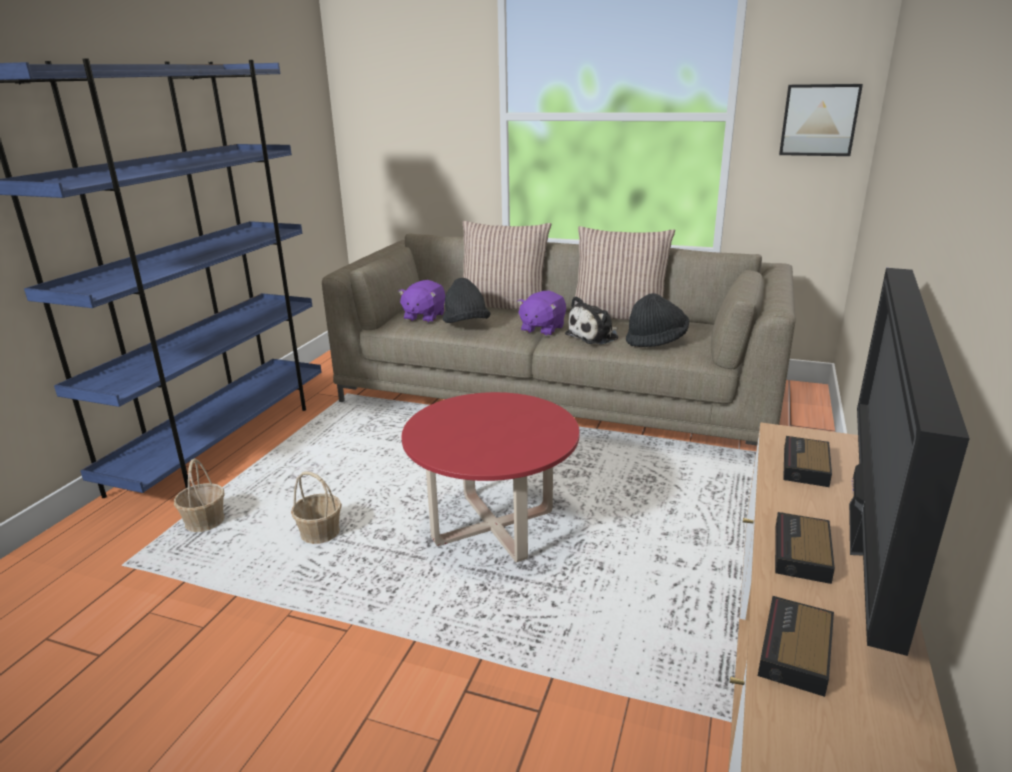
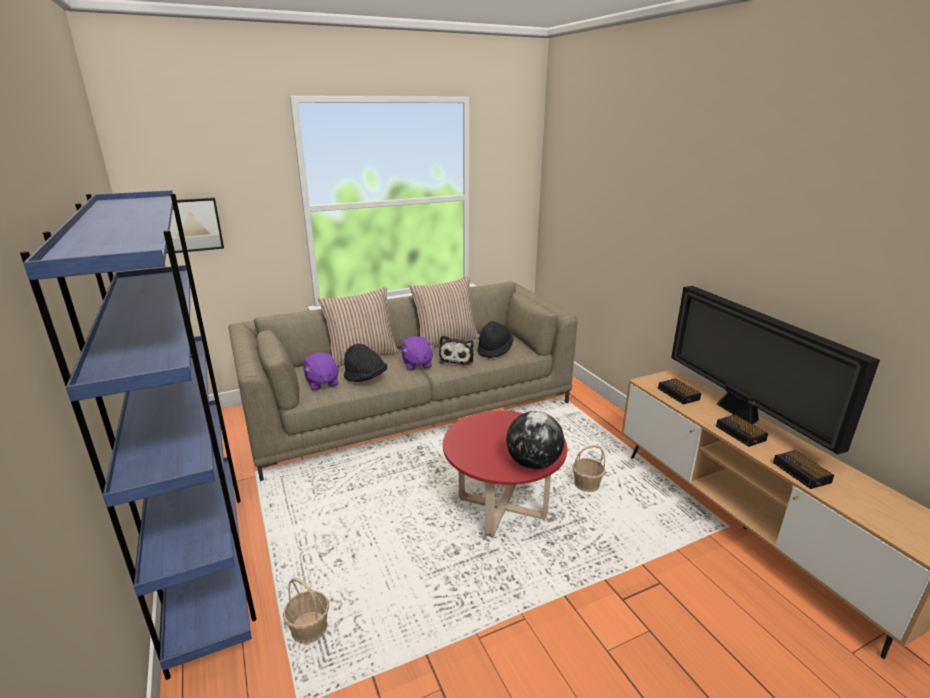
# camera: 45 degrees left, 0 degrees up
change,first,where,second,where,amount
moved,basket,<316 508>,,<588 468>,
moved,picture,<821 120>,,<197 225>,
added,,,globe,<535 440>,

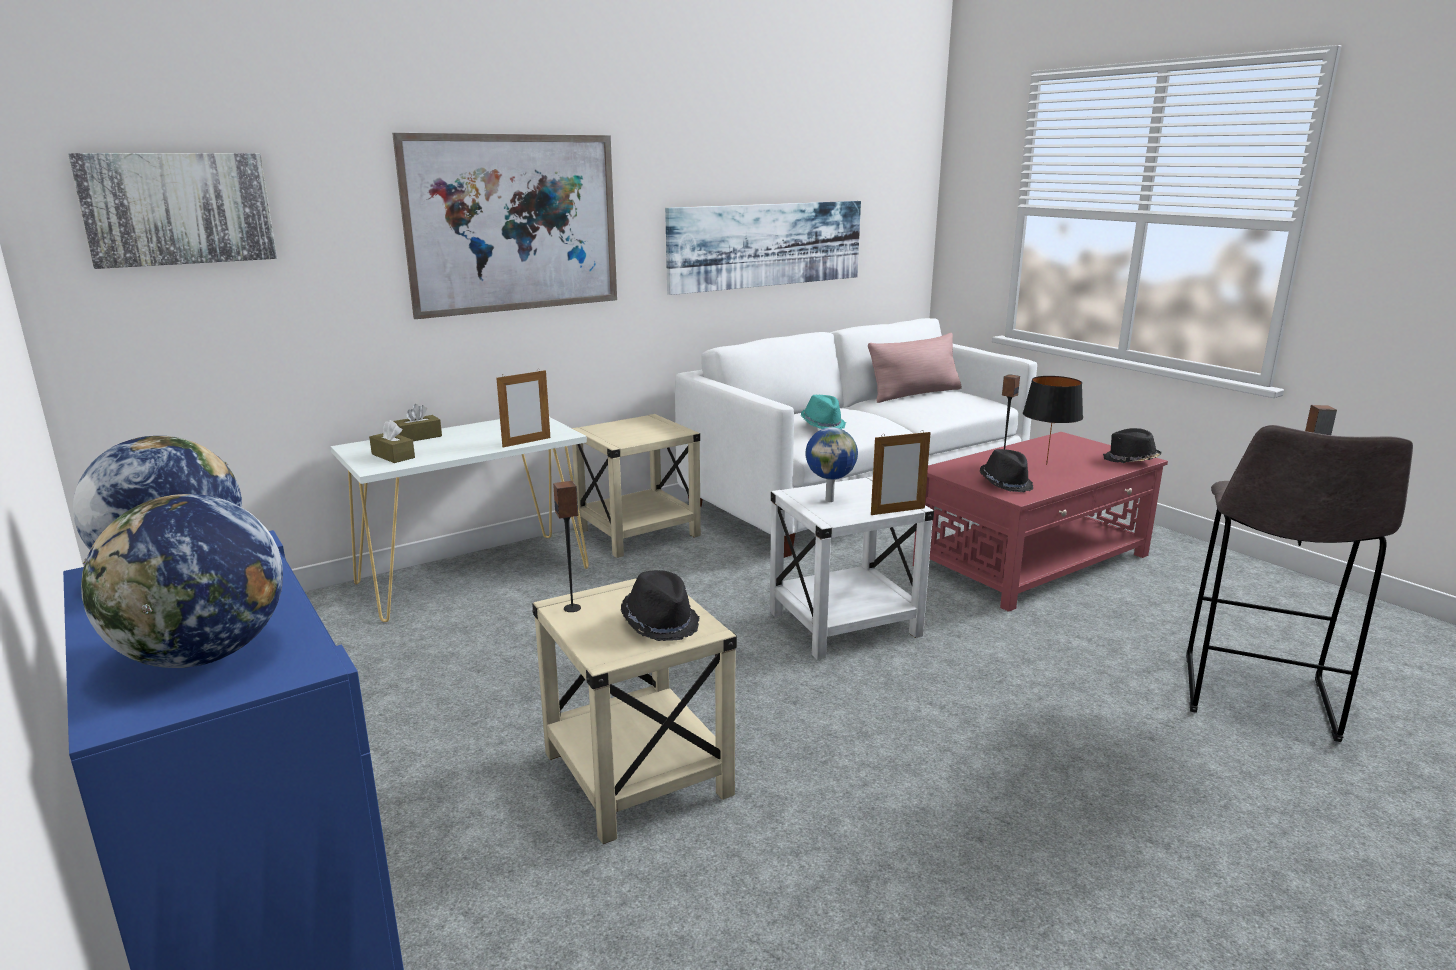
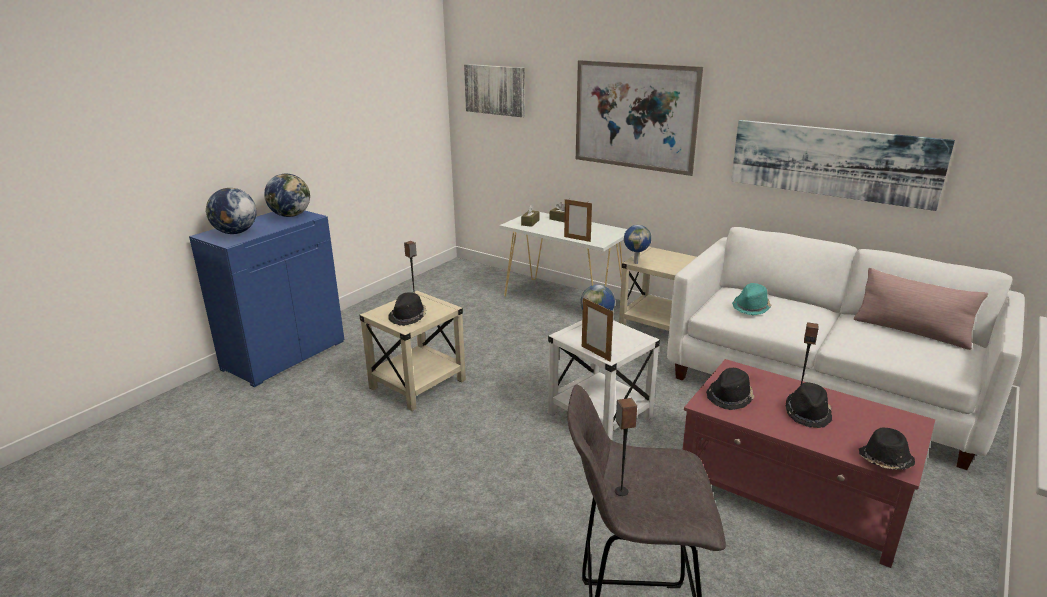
# camera: 70 degrees right, 5 degrees up
change,first,where,second,where,amount
replaced,black table lamp,<1053 420>,black hat,<809 405>,
added,,,globe,<637 244>,

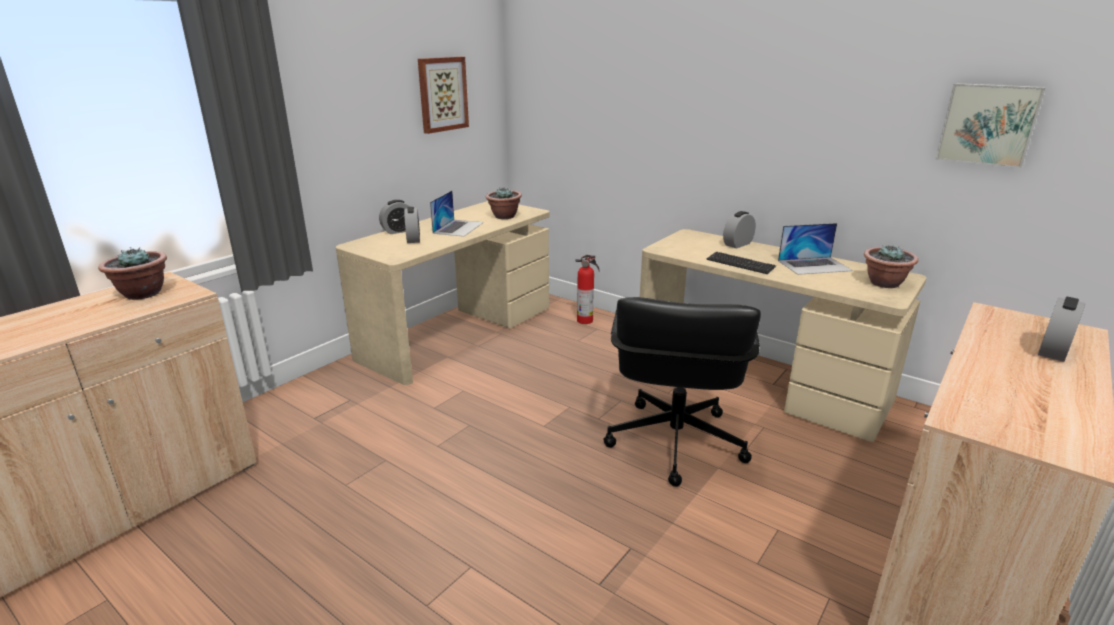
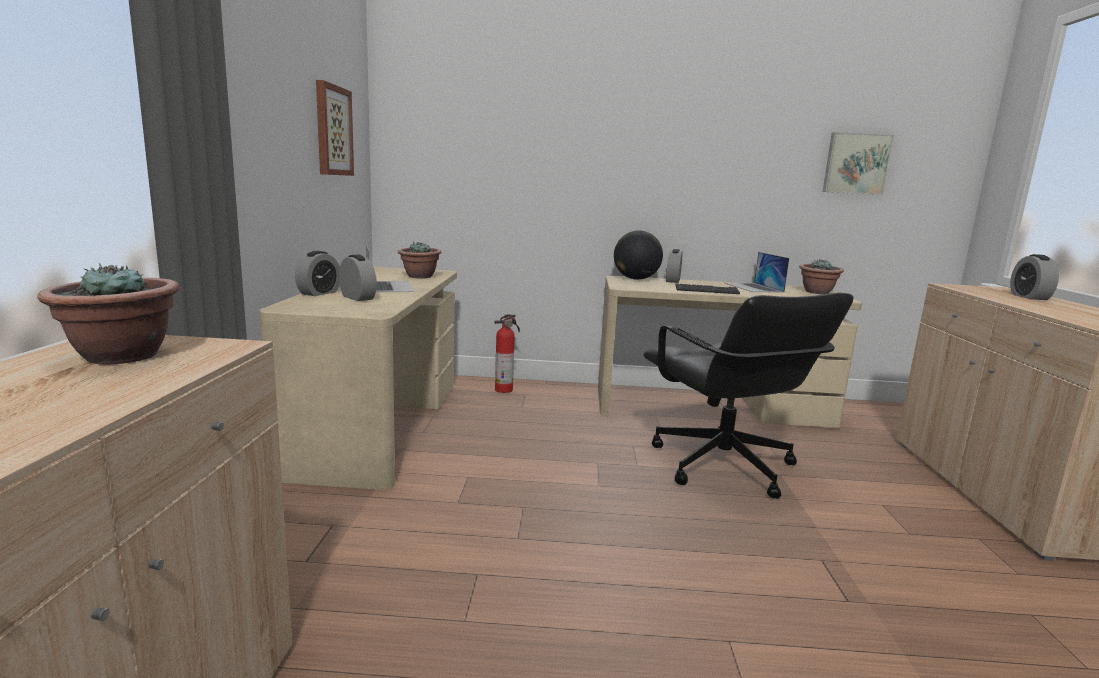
# camera: 35 degrees left, 10 degrees down
change,first,where,second,where,amount
turned,laptop,<815 249>,,<757 272>,120 degrees clockwise
added,,,globe,<638 255>,

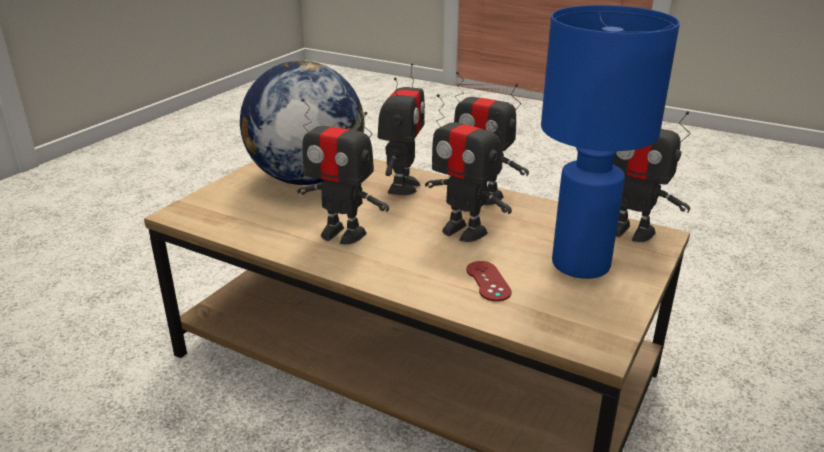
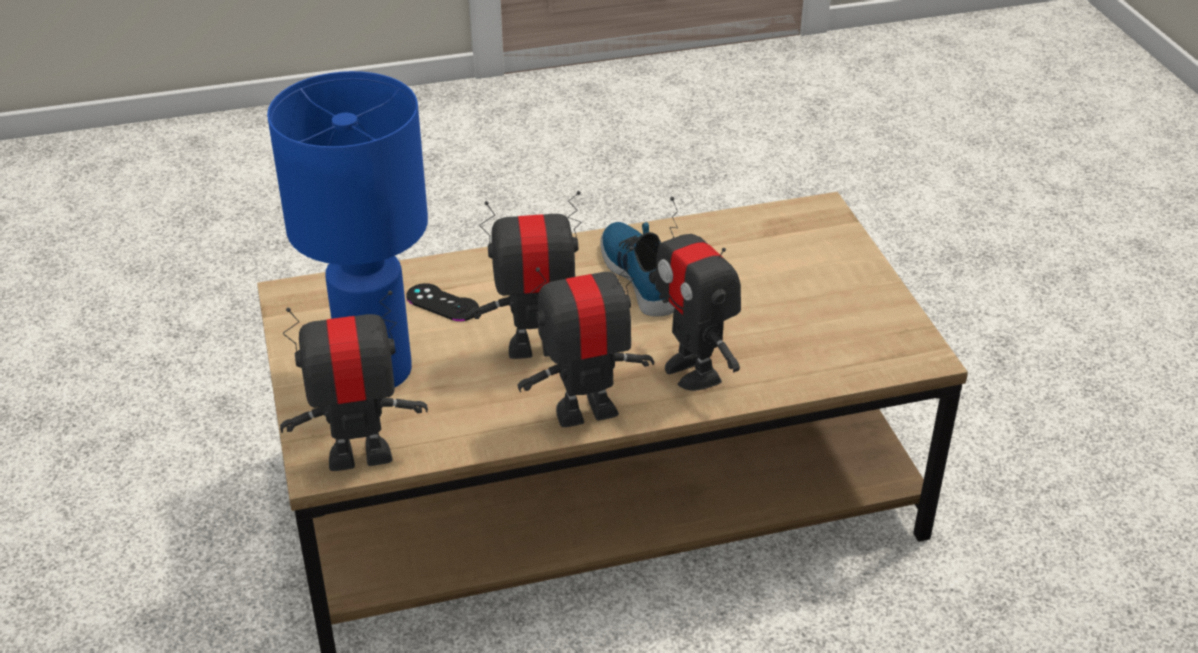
# camera: 135 degrees right, 10 degrees up
change,first,where,second,where,amount
removed,globe,<302 123>,,,
replaced,toy robot,<343 171>,shoe,<637 269>,
recoloured,red game controller,<489 281>,black game controller,<442 302>,

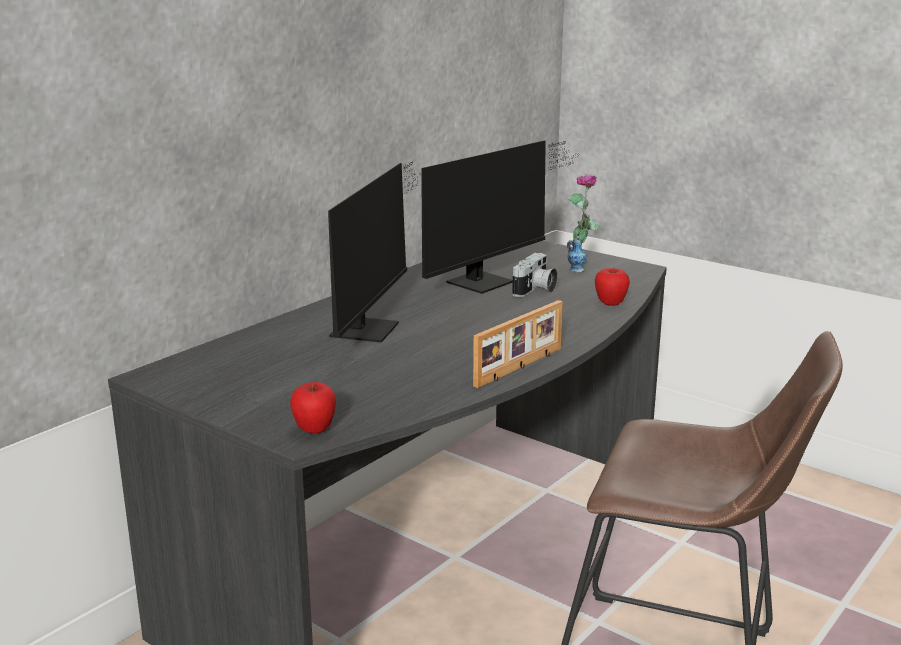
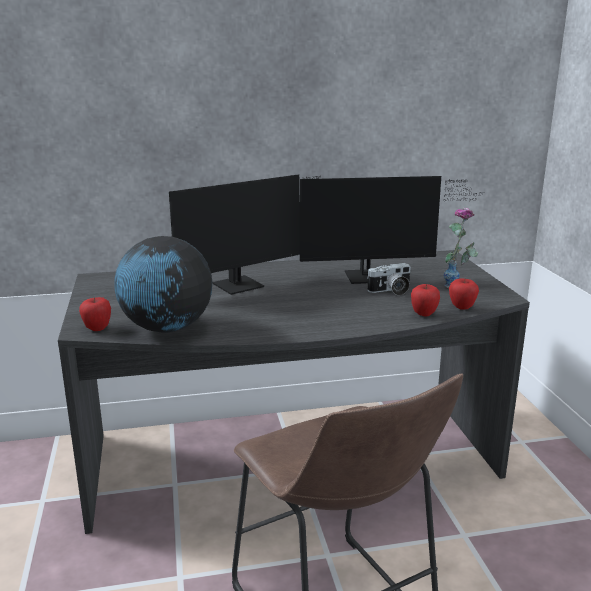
# camera: 40 degrees right, 0 degrees up
change,first,where,second,where,amount
removed,picture frame,<518 344>,,,
added,,,globe,<163 284>,
added,,,apple,<464 294>,

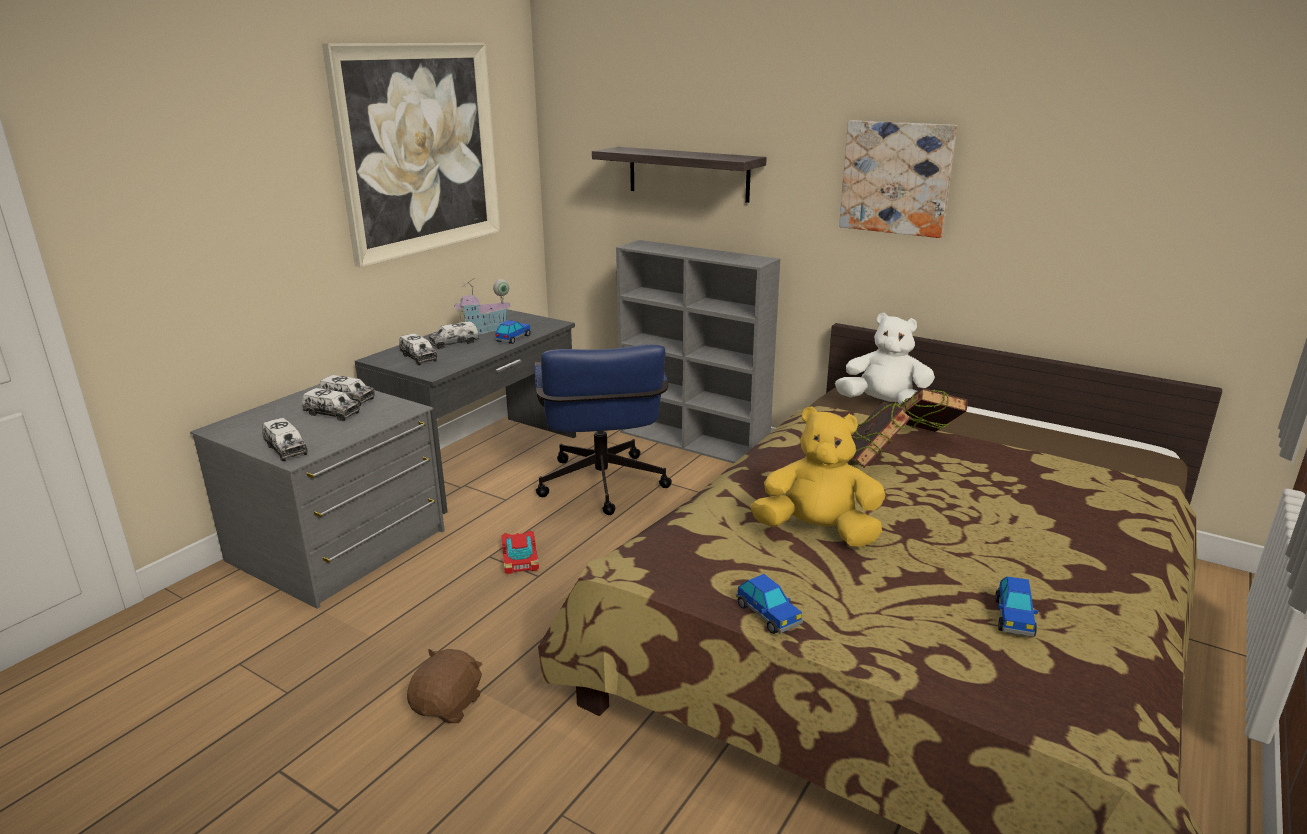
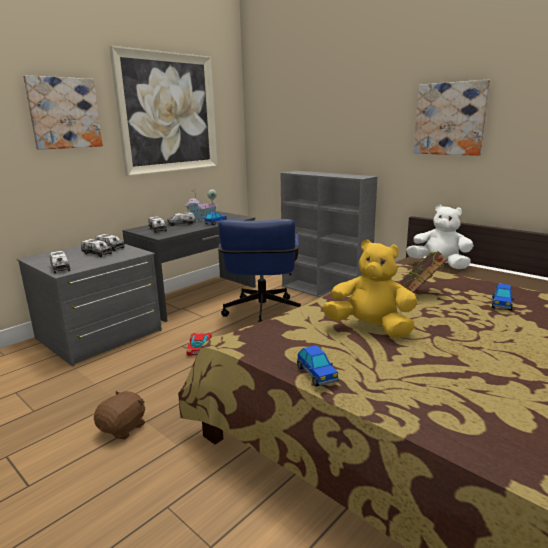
# camera: 10 degrees right, 5 degrees down
change,first,where,second,where,amount
removed,shelf,<679 175>,,,
removed,book,<934 410>,,,
moved,toy car,<1016 606>,,<503 296>,
added,,,picture,<63 112>,

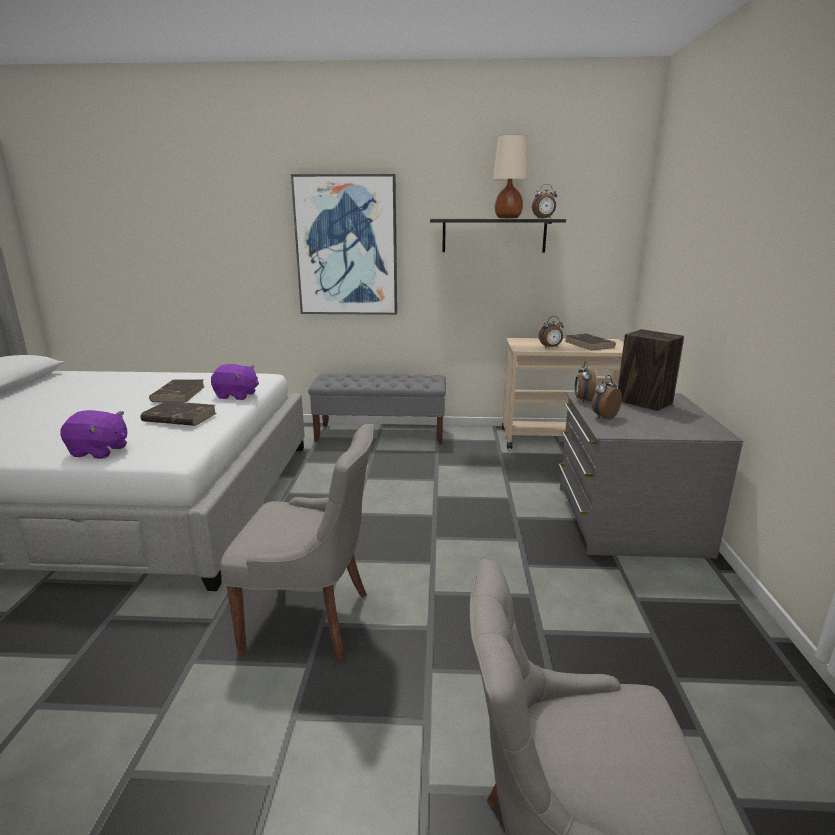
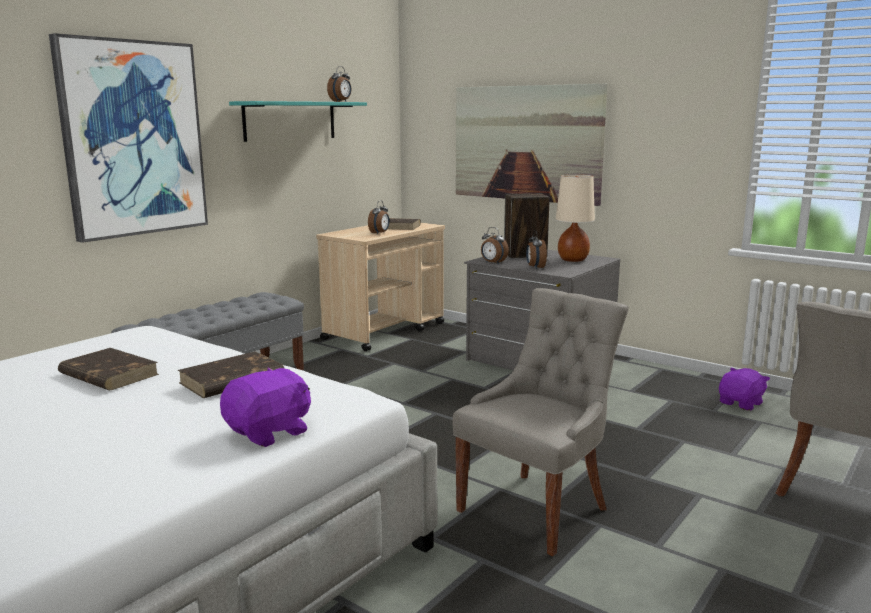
# camera: 55 degrees left, 5 degrees down
change,first,where,second,where,amount
moved,purple plush toy,<235 382>,,<744 389>,
recoloured,black shelf,<498 236>,turquoise shelf,<298 121>,
moved,beige table lamp,<510 176>,,<575 218>,
added,,,picture,<531 144>,

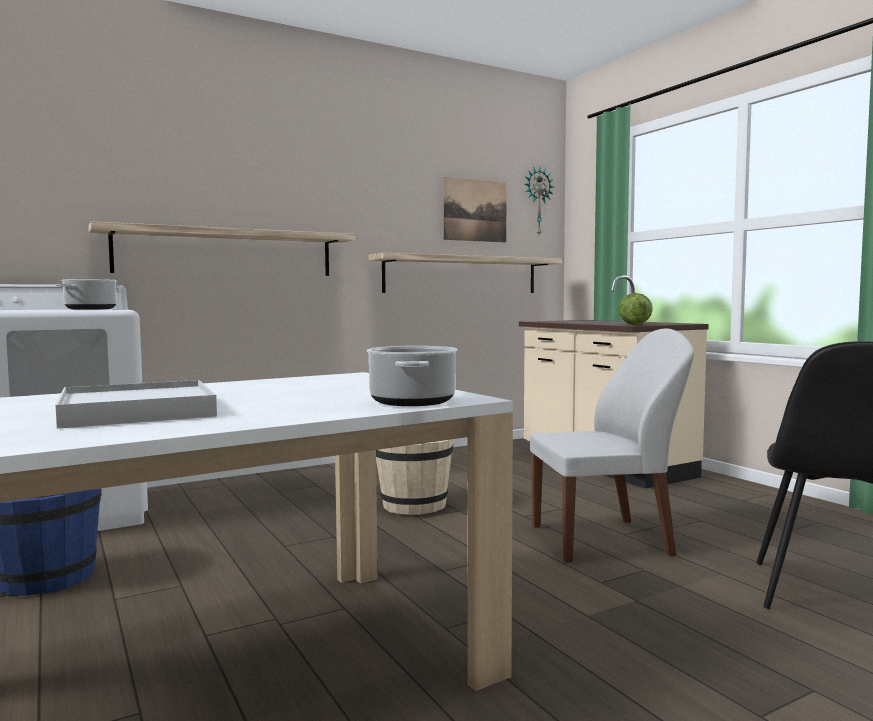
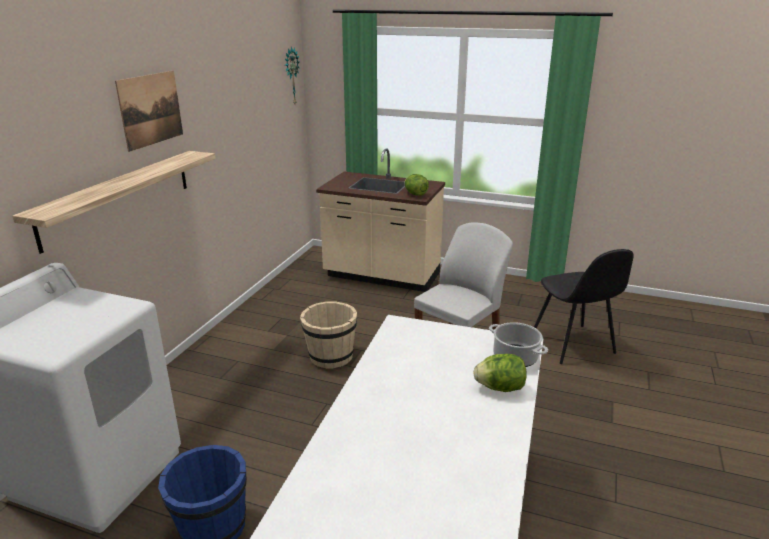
# camera: 40 degrees left, 20 degrees up
change,first,where,second,where,amount
removed,cooking pot,<88 294>,,,
removed,white tray,<136 404>,,,
removed,shelf,<465 273>,,,
moved,picture,<475 210>,,<149 111>,
added,,,lettuce,<500 373>,

